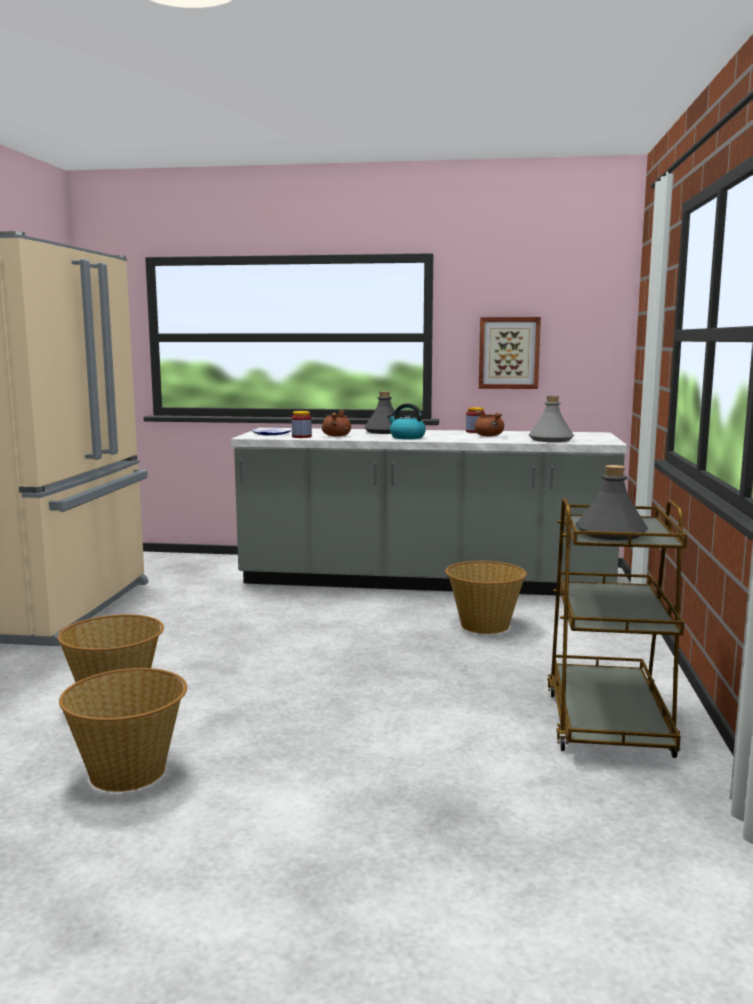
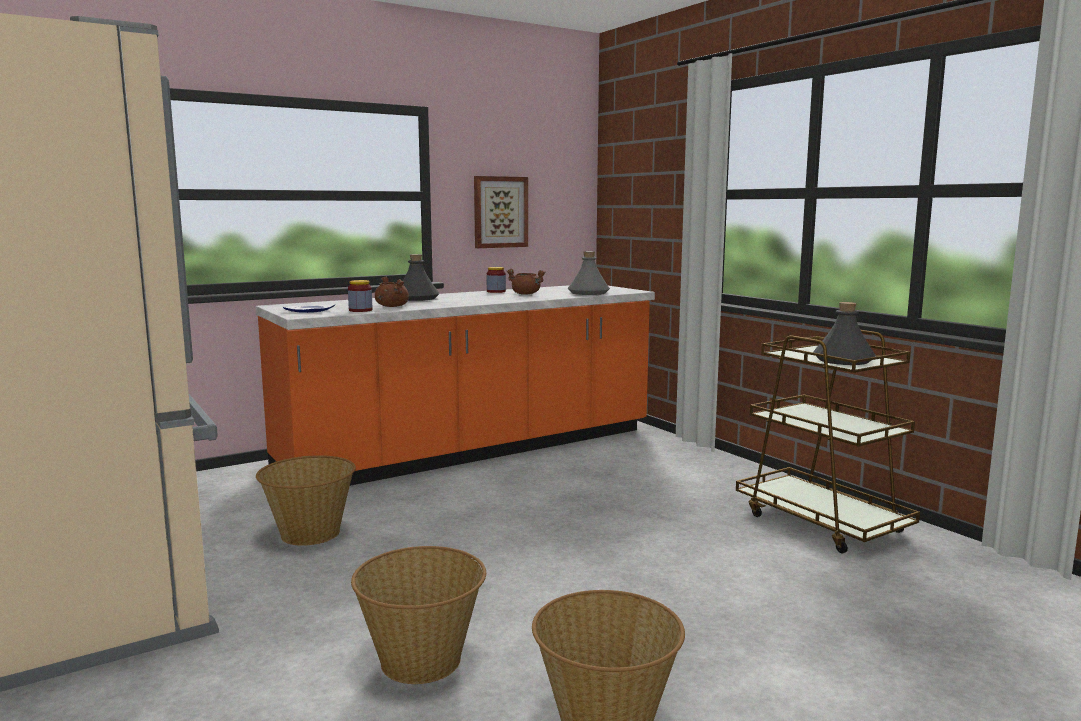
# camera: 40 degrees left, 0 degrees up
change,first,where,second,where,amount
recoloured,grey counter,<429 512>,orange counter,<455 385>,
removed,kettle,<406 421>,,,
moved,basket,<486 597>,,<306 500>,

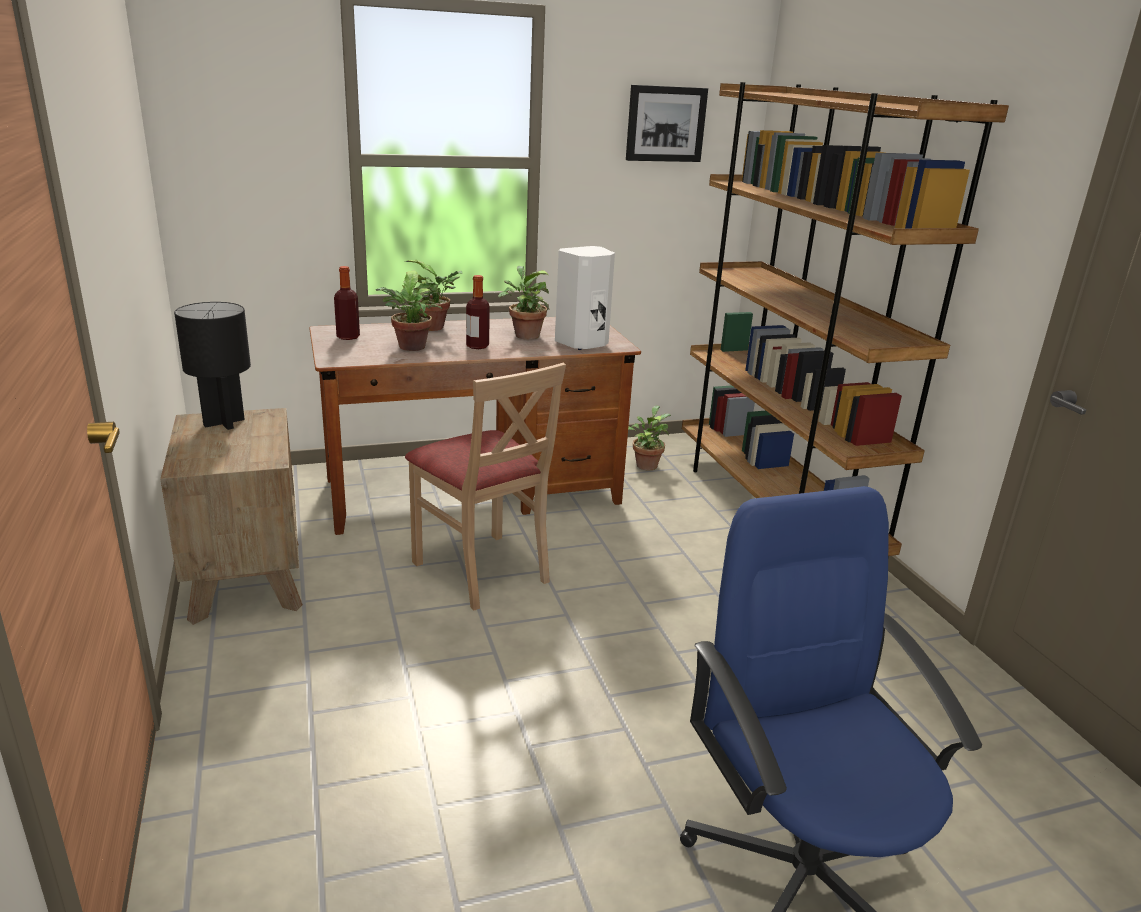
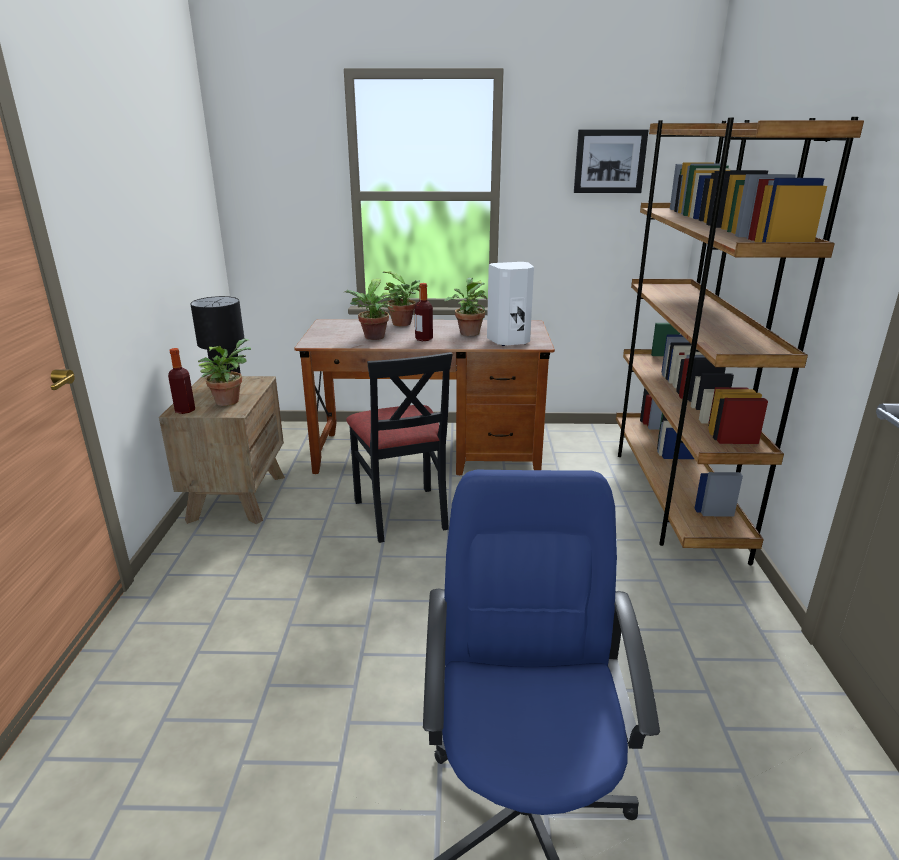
# camera: 20 degrees right, 0 degrees up
change,first,where,second,where,amount
moved,bottle,<347 303>,,<181 381>,
recoloured,beige chair,<485 486>,black chair,<399 447>,
moved,potted plant,<649 438>,,<224 372>,

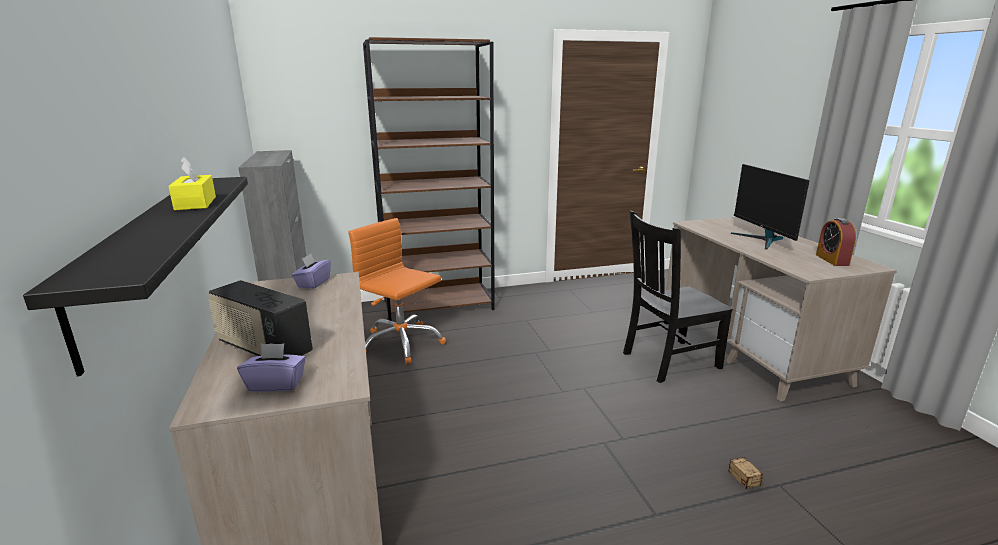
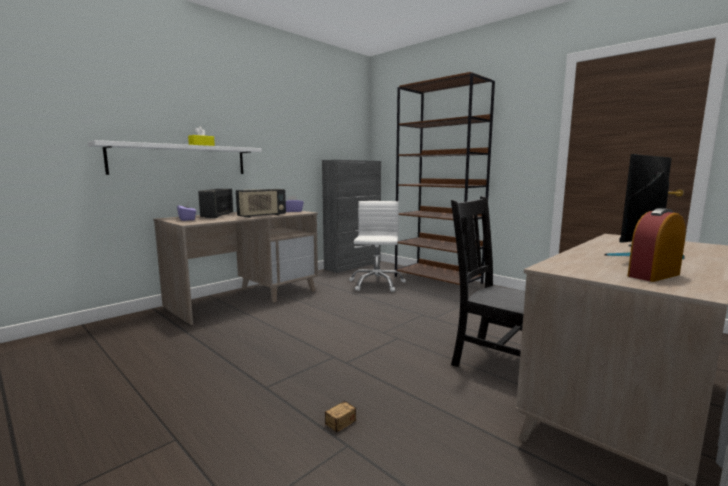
# camera: 60 degrees right, 10 degrees down
change,first,where,second,where,amount
recoloured,black shelf,<135 276>,white shelf,<175 157>,
recoloured,orange office chair,<397 291>,white office chair,<377 246>,
added,,,radio,<261 203>,

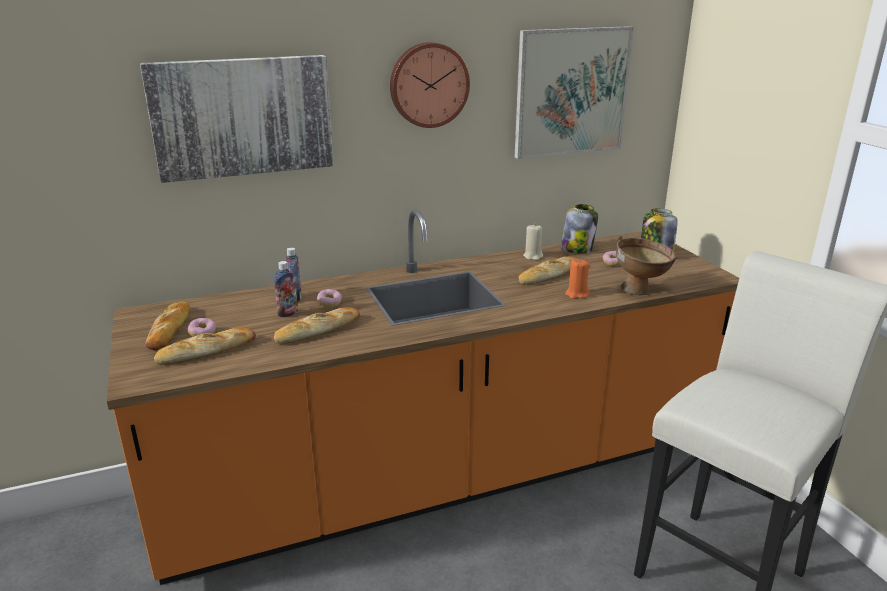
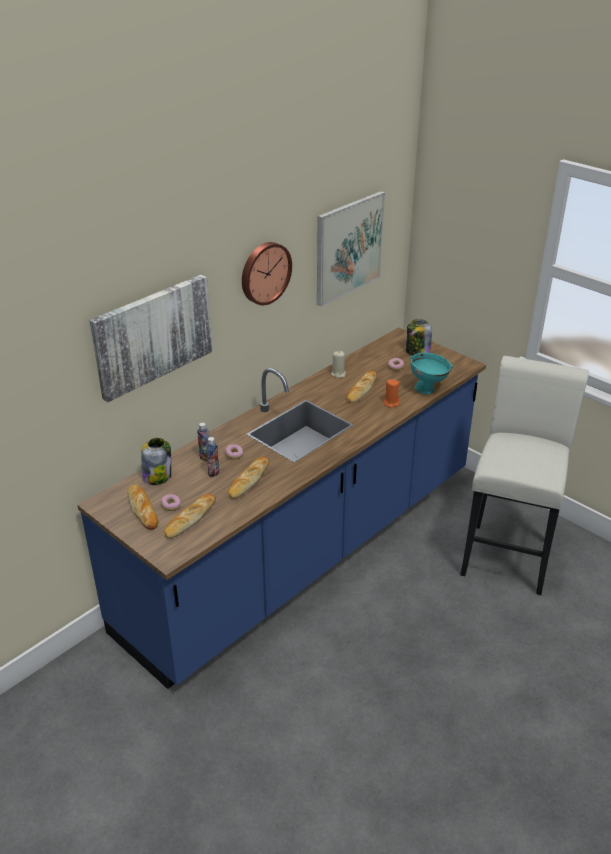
# camera: 25 degrees left, 10 degrees up
change,first,where,second,where,amount
recoloured,orange counter,<423 397>,blue counter,<281 508>,
moved,jar,<579 229>,,<156 461>,
recoloured,brown bowl,<646 265>,turquoise bowl,<431 373>,

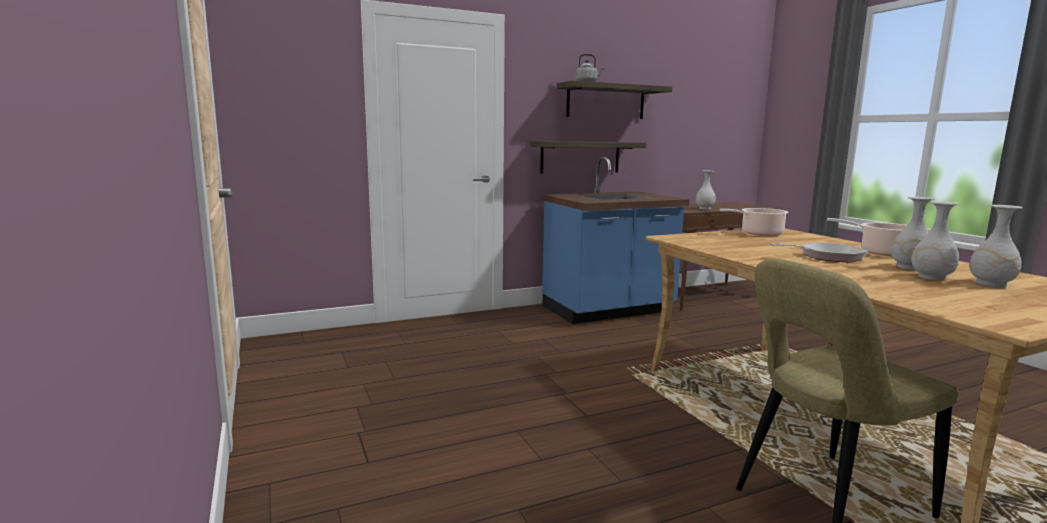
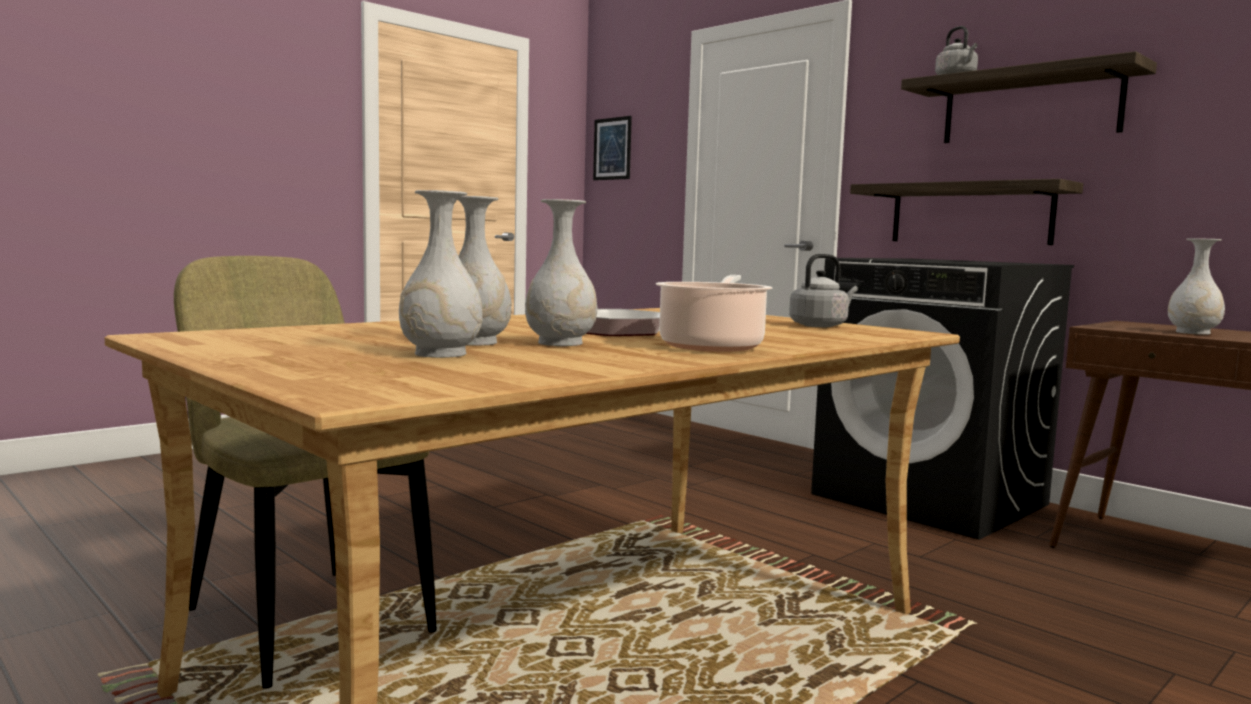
# camera: 70 degrees right, 5 degrees down
change,first,where,second,where,amount
replaced,blue counter,<615 240>,black washing machine,<942 399>,
replaced,cooking pot,<754 222>,grey kettle,<823 290>,
added,,,picture,<612 148>,

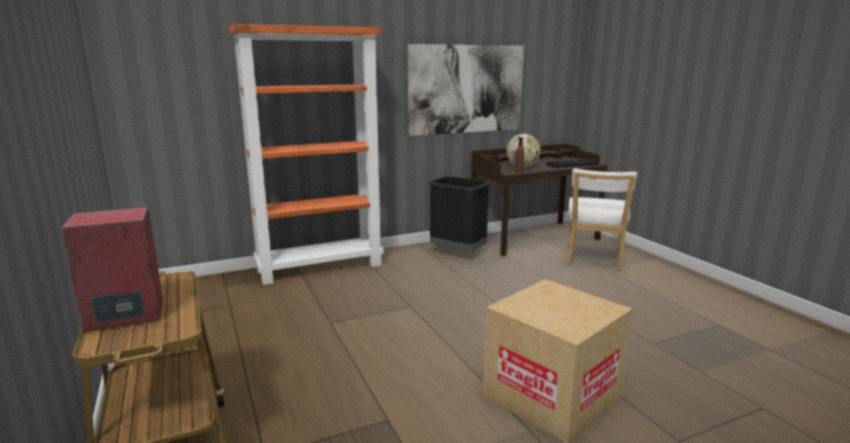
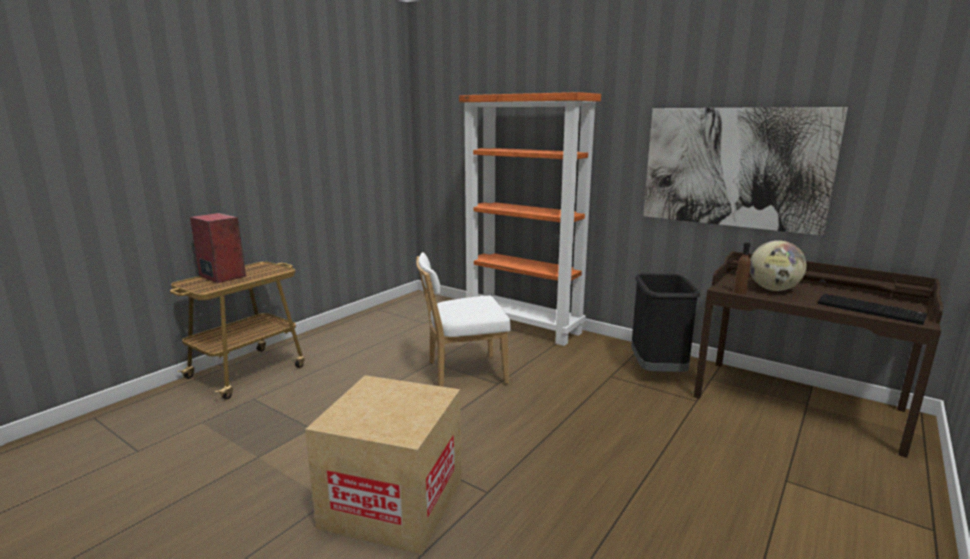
# camera: 60 degrees right, 0 degrees up
change,first,where,second,where,amount
moved,white chair,<602 219>,,<463 319>,

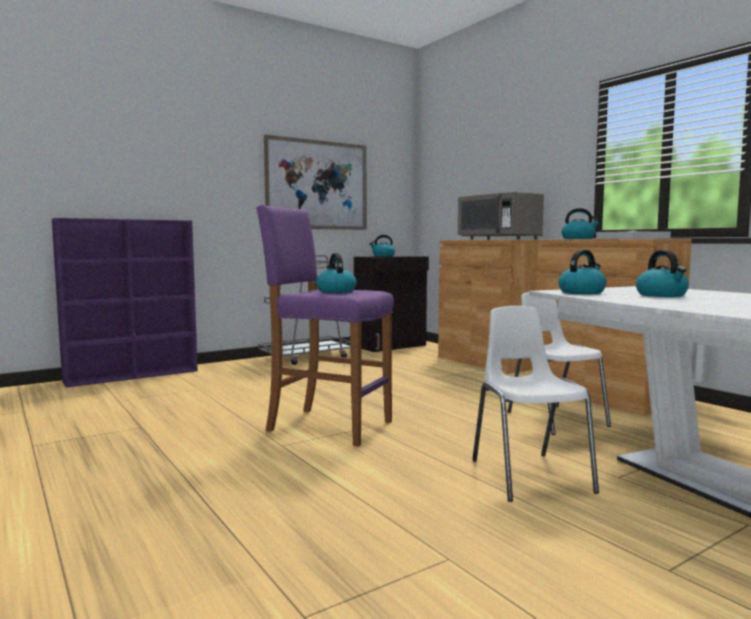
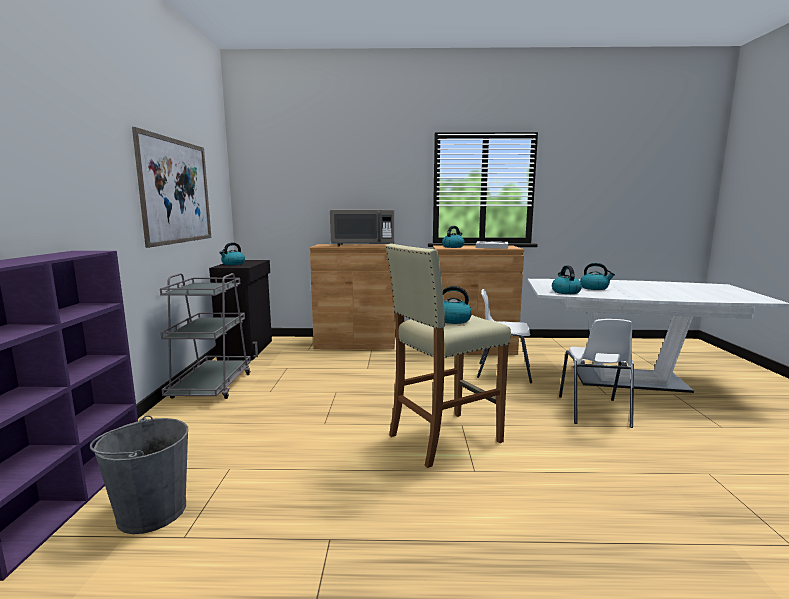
# camera: 55 degrees left, 5 degrees up
change,first,where,second,where,amount
recoloured,purple stool,<325 325>,beige stool,<448 356>,
turned,white chair,<535 404>,,<596 373>,105 degrees counterclockwise
added,,,grey bucket,<139 474>,

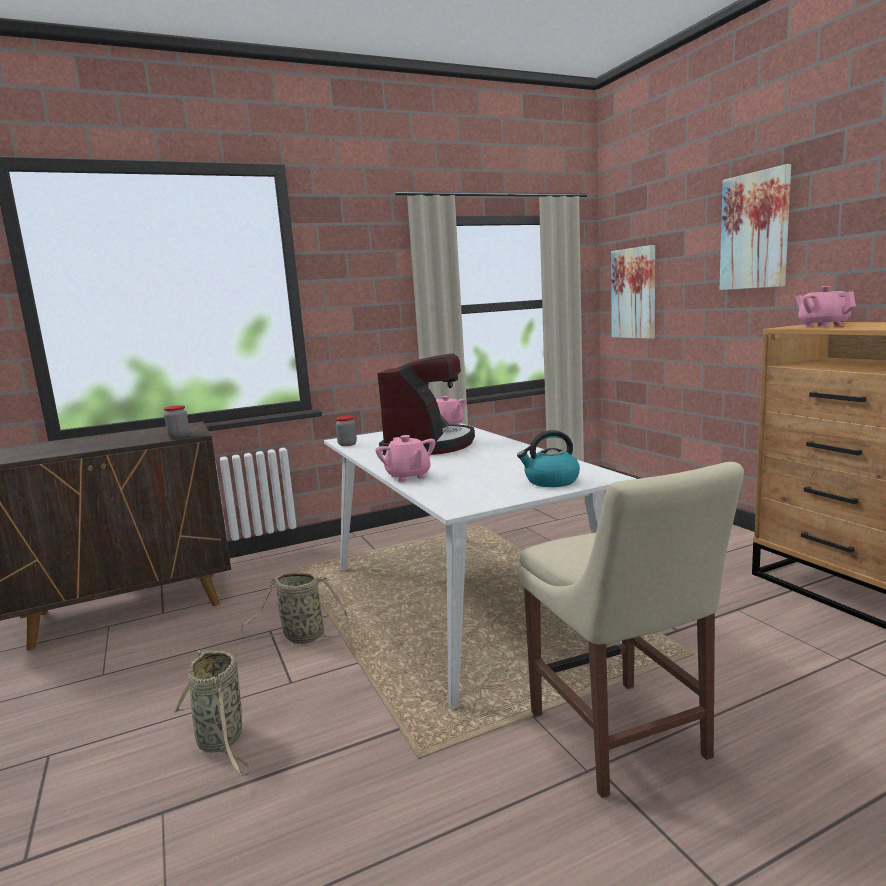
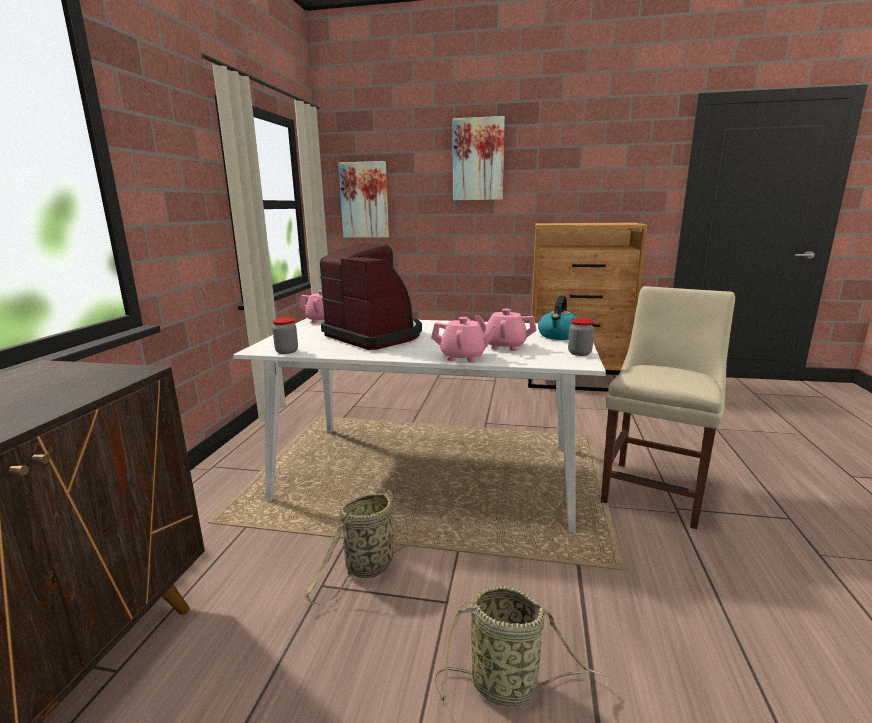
# camera: 55 degrees left, 5 degrees up
change,first,where,second,where,amount
moved,jar,<176 421>,,<581 337>,
turned,beige chair,<631 630>,,<668 407>,75 degrees counterclockwise
moved,pink teapot,<825 306>,,<506 330>,

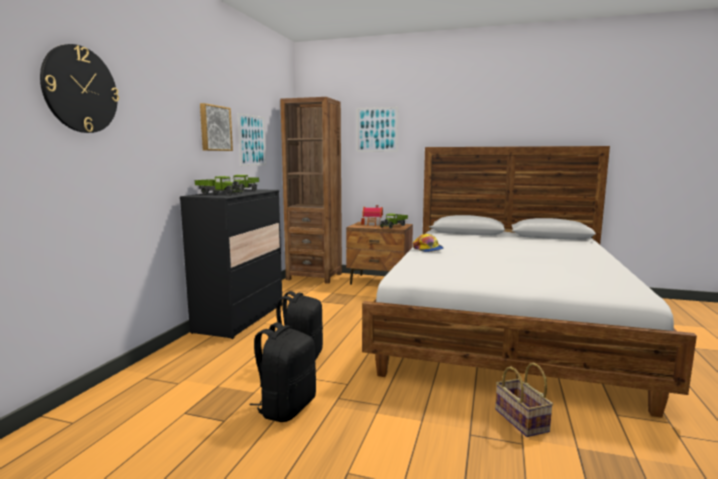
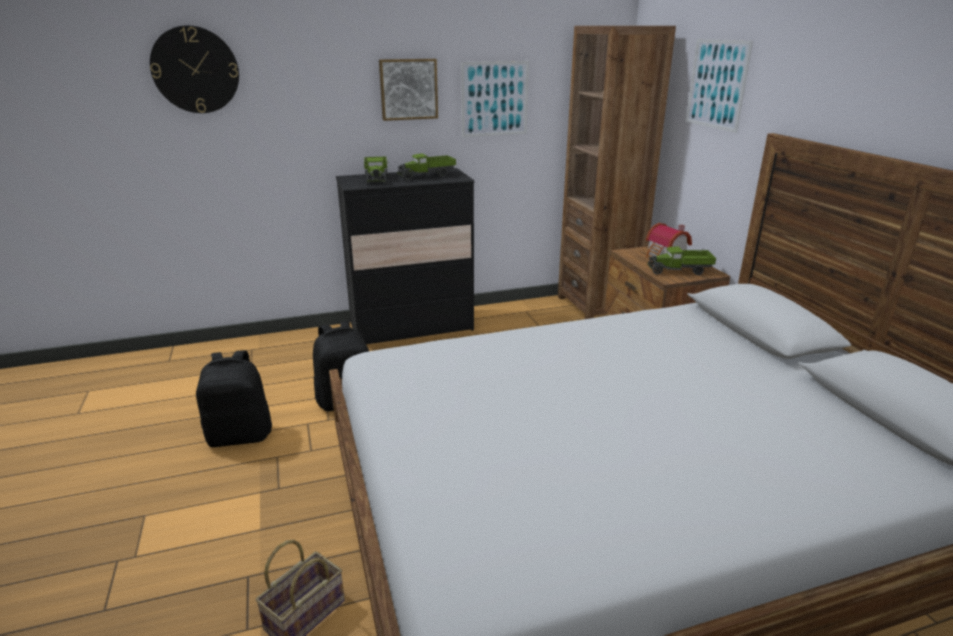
# camera: 55 degrees right, 15 degrees up
change,first,where,second,where,amount
removed,cap,<428 243>,,,

